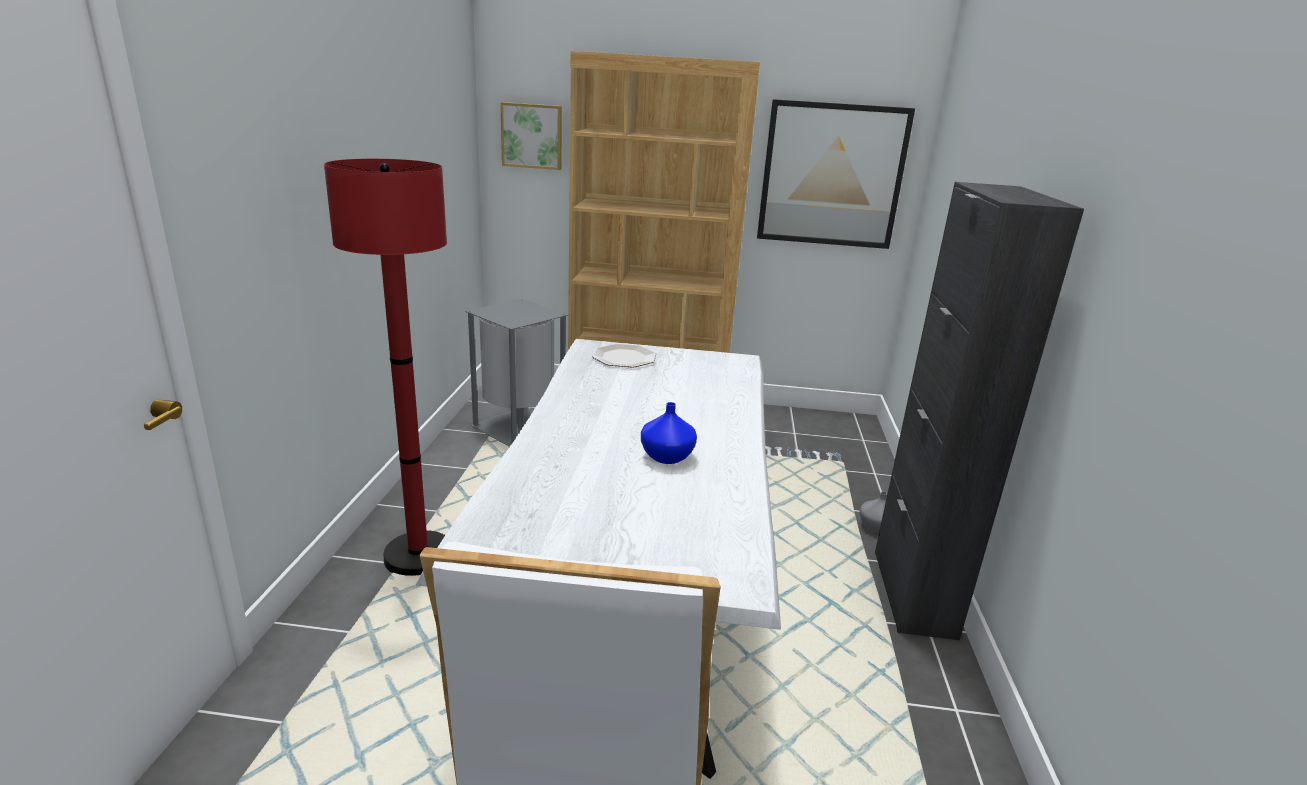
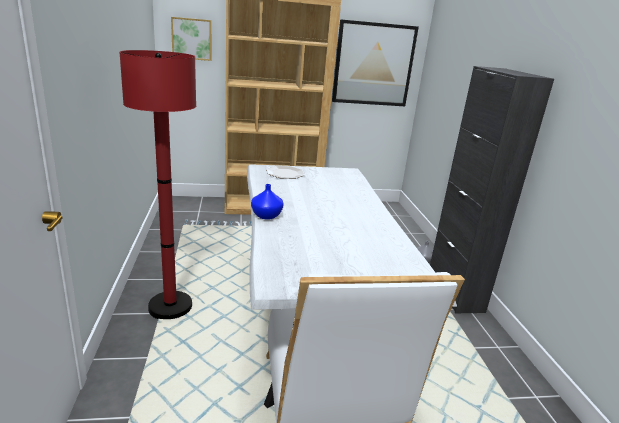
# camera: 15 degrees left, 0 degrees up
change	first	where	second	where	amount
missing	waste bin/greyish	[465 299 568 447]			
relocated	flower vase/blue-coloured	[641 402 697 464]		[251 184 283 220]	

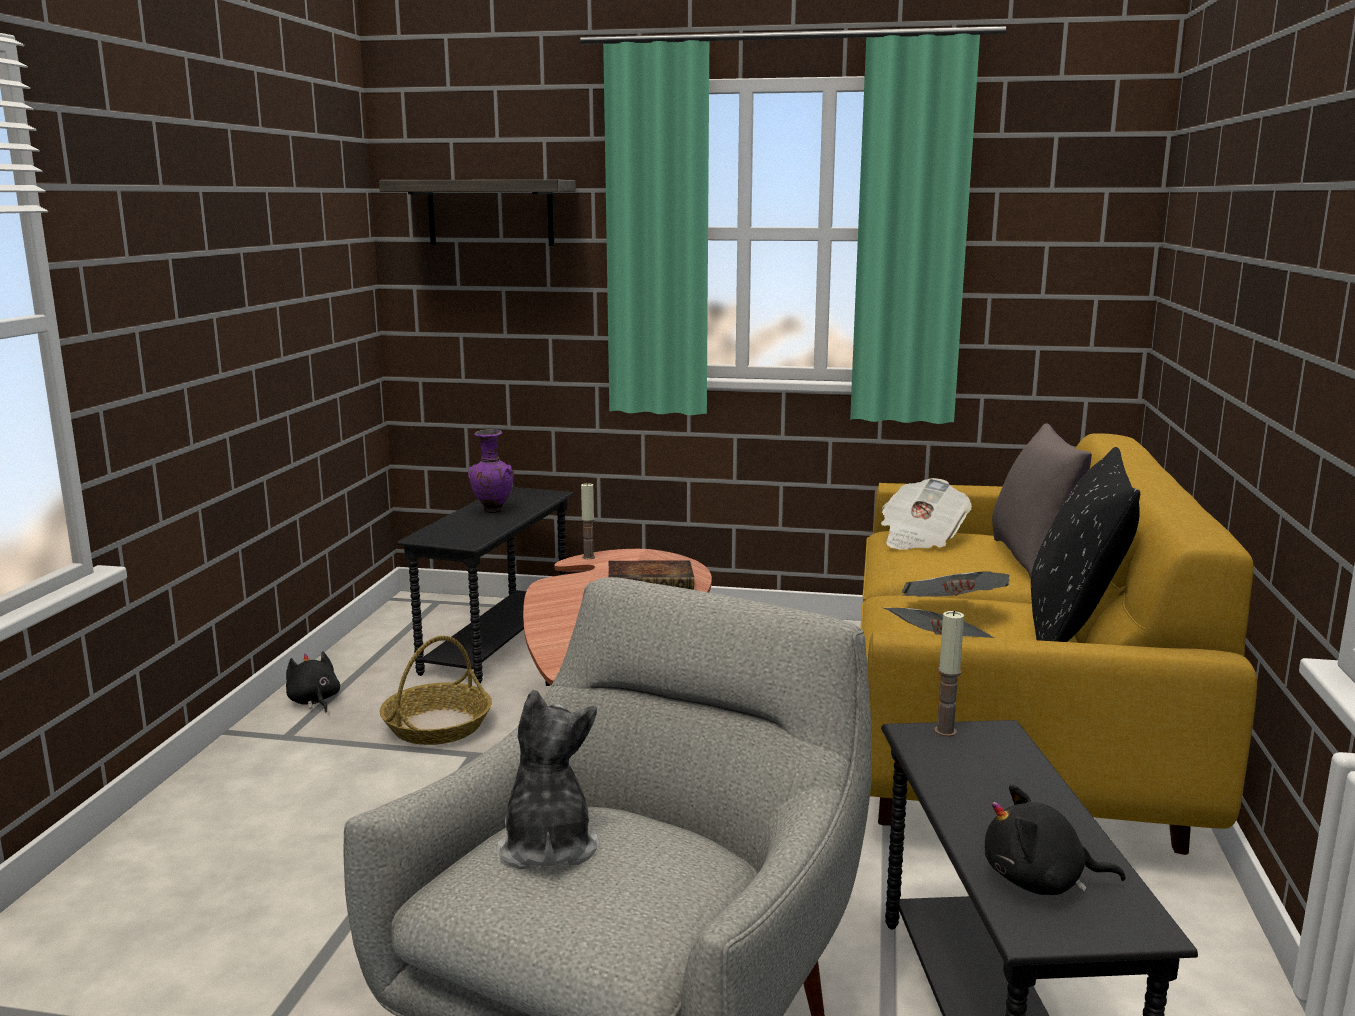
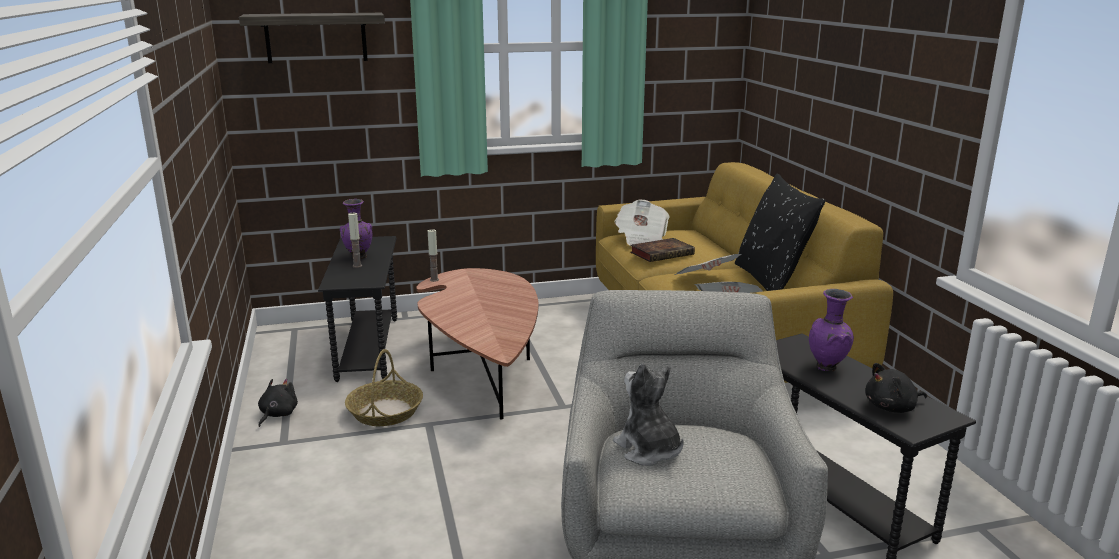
# camera: 25 degrees left, 5 degrees up
change	first	where	second	where	amount
missing	pillow/greyish	[992 423 1092 578]			
relocated	volume	[609 560 694 589]		[630 238 695 262]	
relocated	wax light	[934 611 964 737]		[348 212 362 268]	
spun	soft toy/black-coloured	[286 651 340 713]		[258 379 298 427]	75 degrees clockwise
appeared			flower vase/purple	[809 289 854 371]	

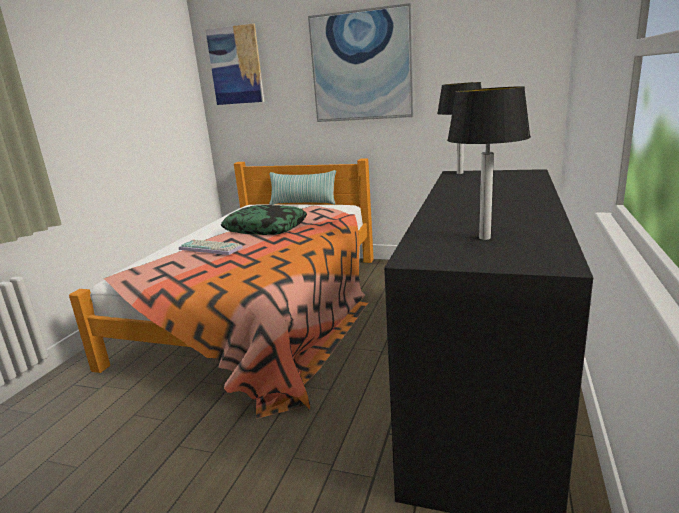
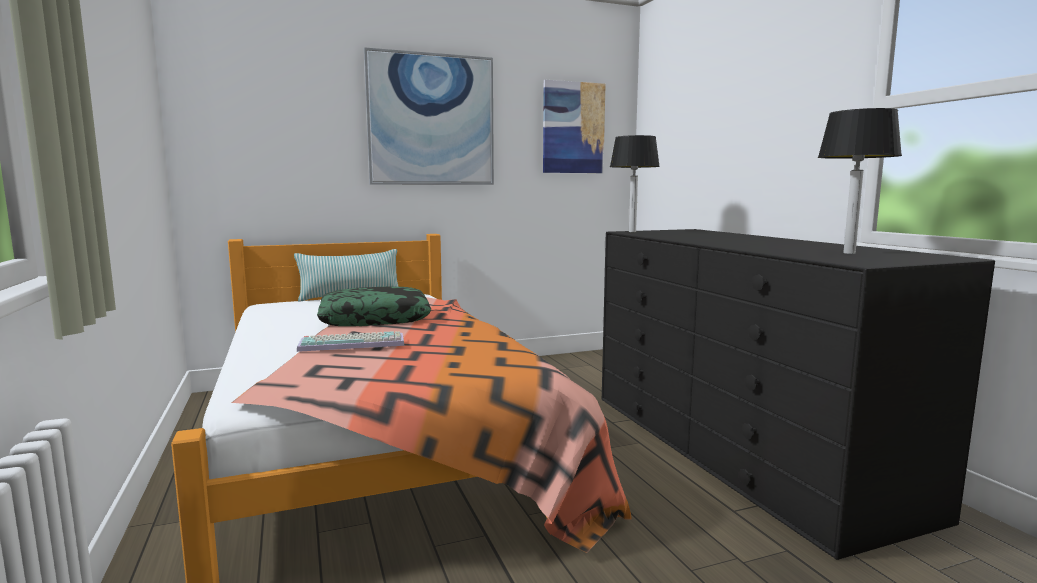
# camera: 40 degrees left, 10 degrees down
change	first	where	second	where	amount
relocated	wall art	[206 23 264 105]		[543 80 606 173]	

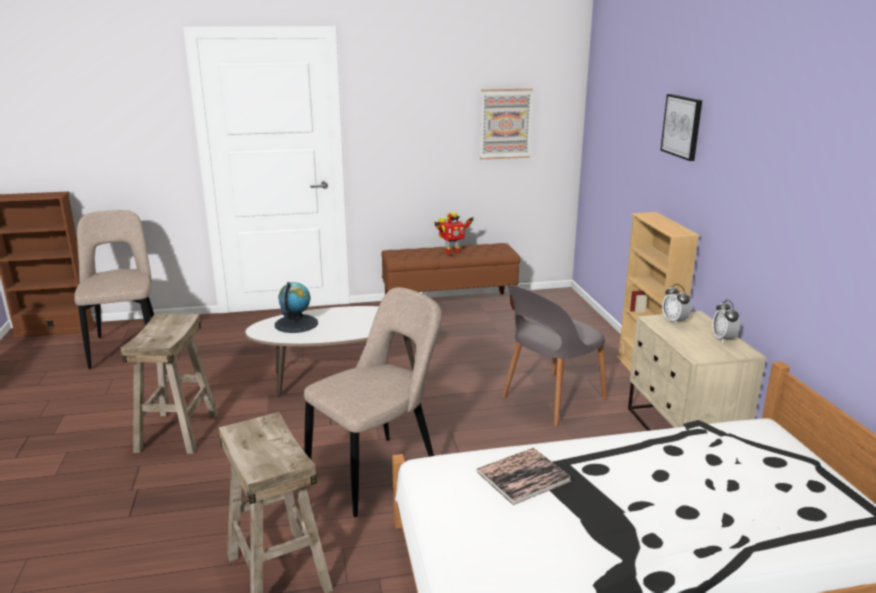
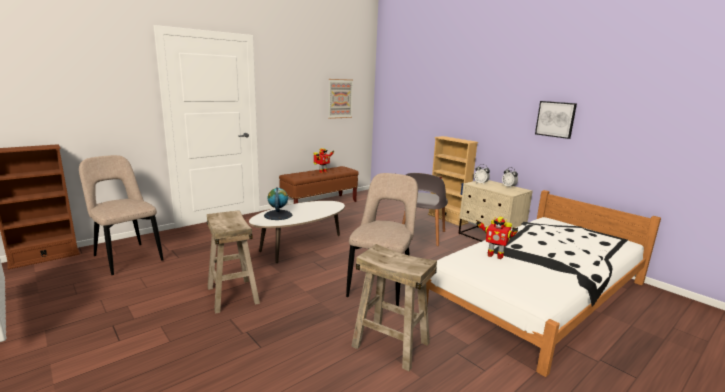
# camera: 30 degrees left, 5 degrees down
change	first	where	second	where	amount
relocated	wall art	[660 94 702 161]		[535 101 577 139]	
exchanged	volume	[477 448 571 505]	toy robot	[476 216 518 259]	

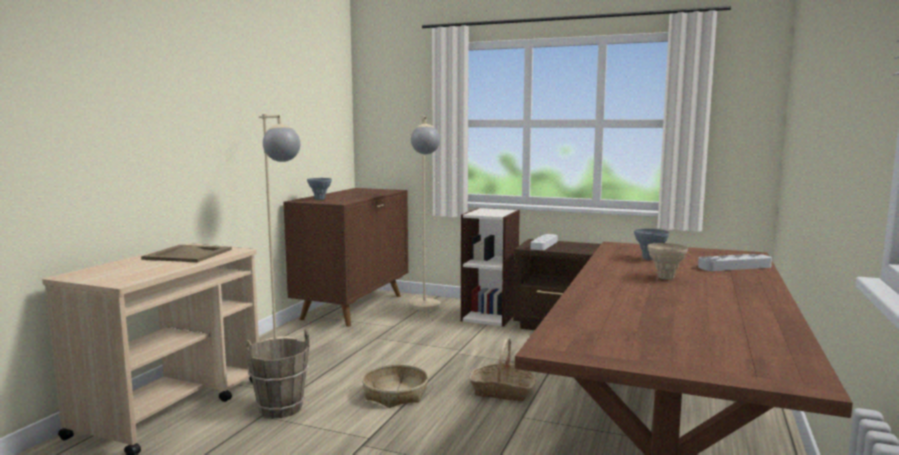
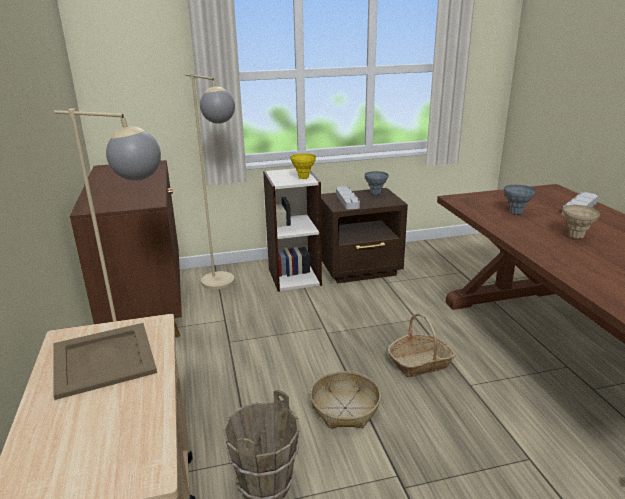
# camera: 35 degrees left, 15 degrees up
change	first	where	second	where	amount
relocated	flower vase/greyish	[307 178 332 200]		[365 171 389 195]	
appeared			flower vase/yellow-coloured	[290 153 316 179]	

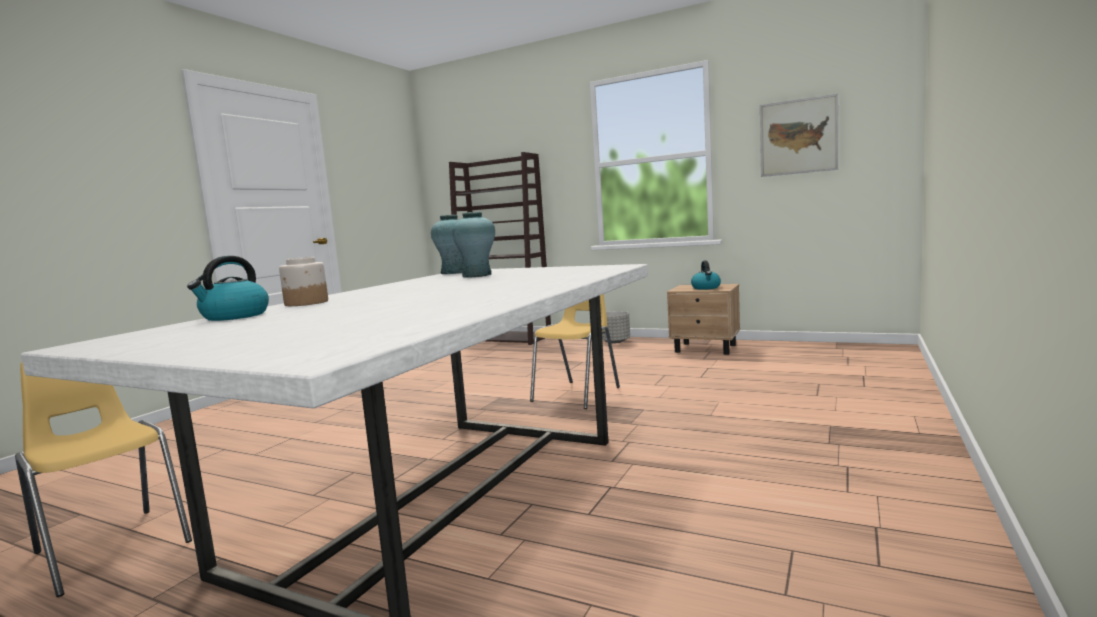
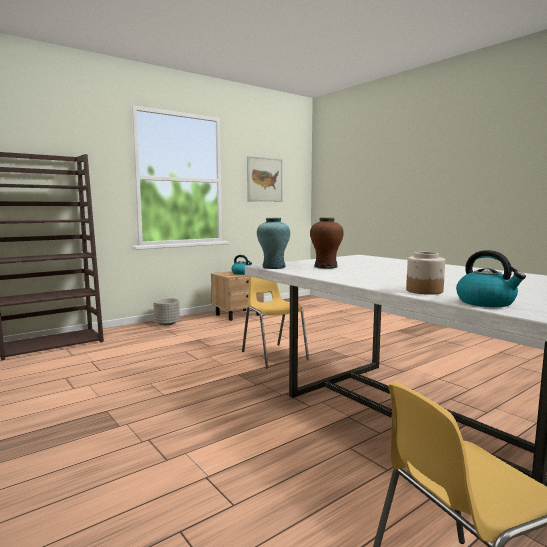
# camera: 65 degrees left, 0 degrees up
change	first	where	second	where	amount
colour	flower vase/turquoise-coloured	[452 212 495 277]	flower vase/brown-coloured	[310 218 344 269]	

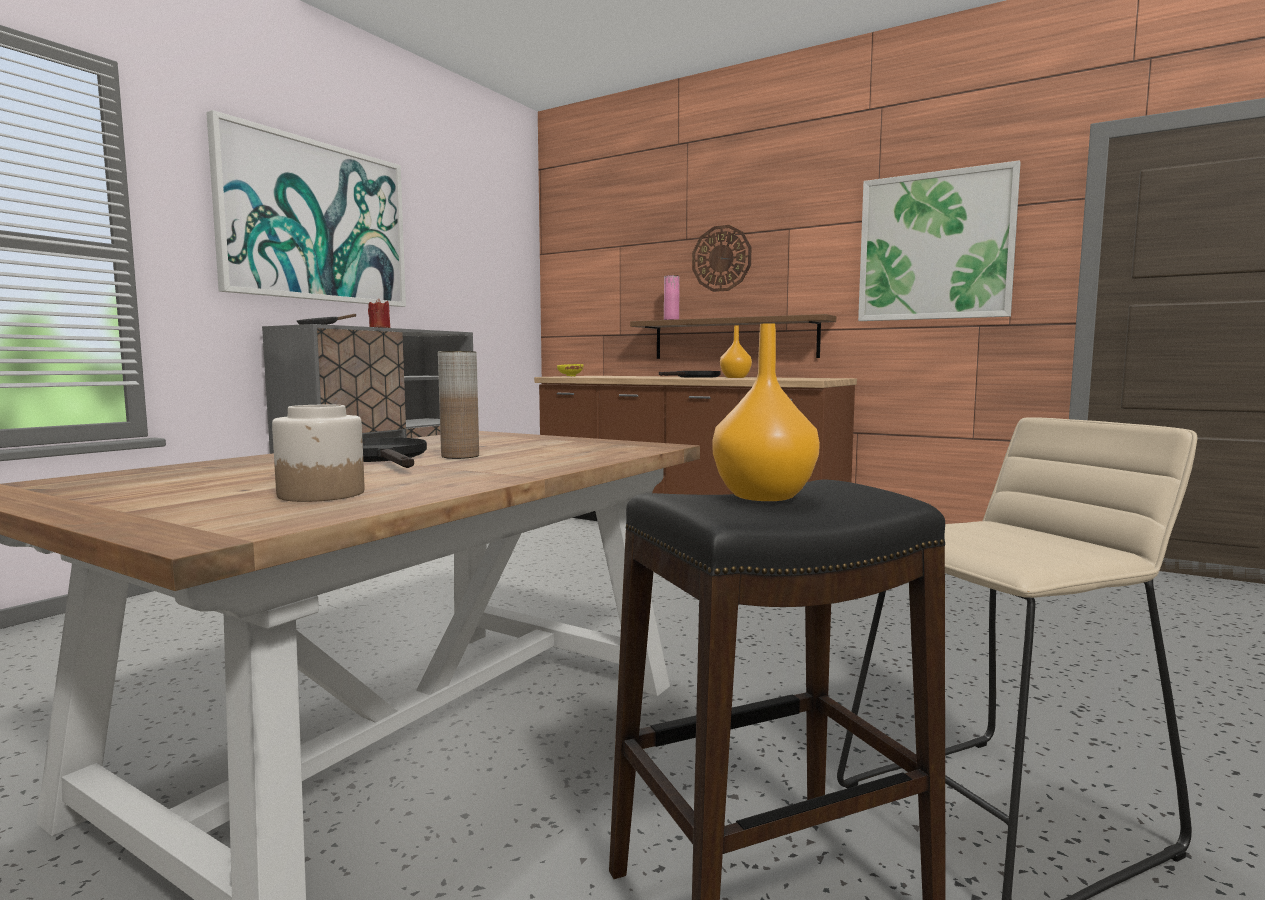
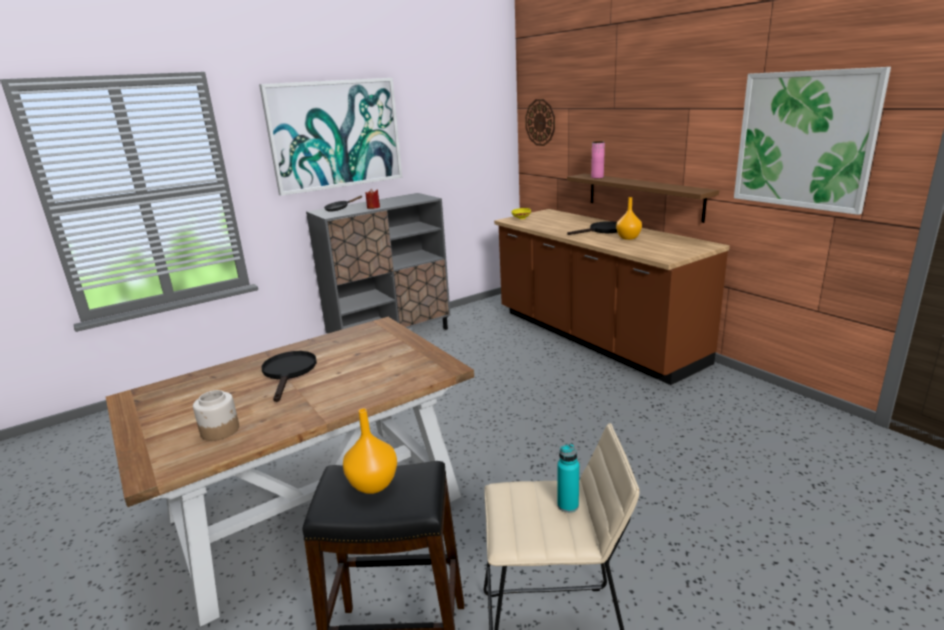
# camera: 25 degrees right, 15 degrees up
change	first	where	second	where	amount
relocated	hanging clock	[692 225 751 292]		[525 99 555 146]	
missing	flower vase/brown-coloured	[438 351 479 459]			
appeared			beverage bottle/turquoise-coloured	[557 444 579 513]	

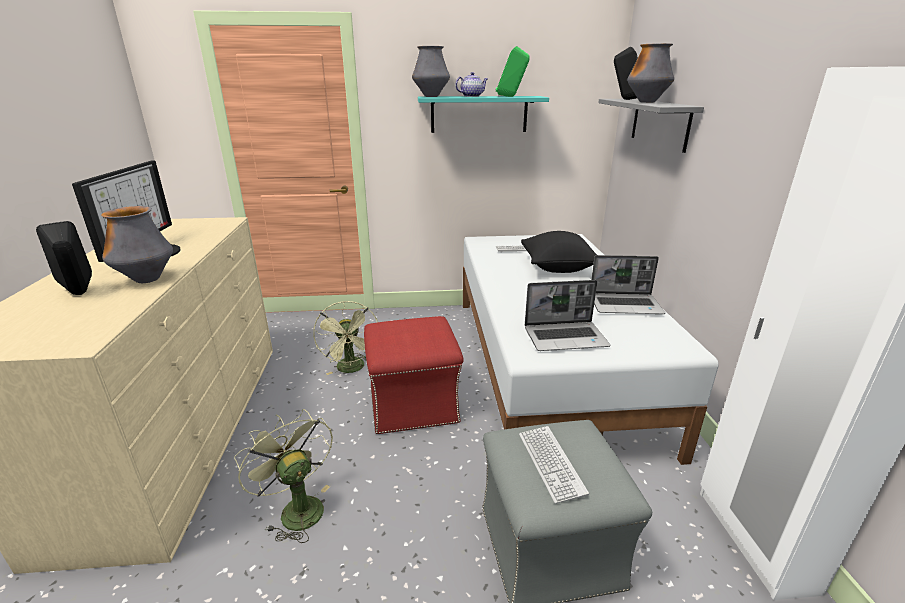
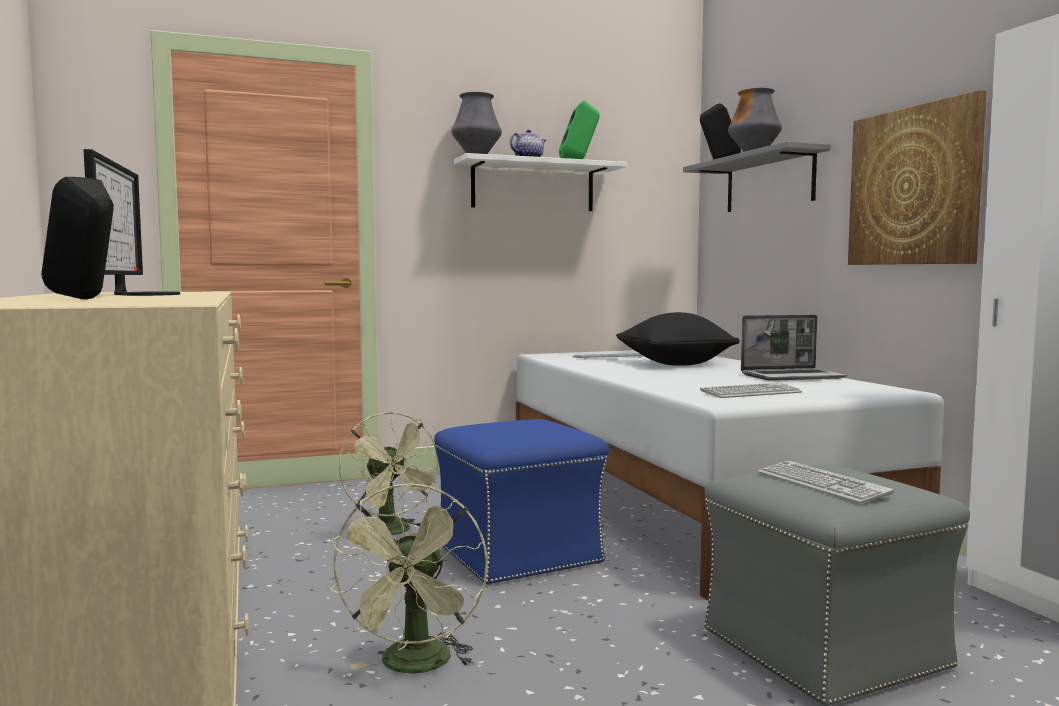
# camera: 15 degrees left, 20 degrees down
change	first	where	second	where	amount
colour	wall shelf/turquoise-coloured	[418 96 549 133]	wall shelf/whitish	[454 153 627 211]	
missing	flower vase	[101 206 173 283]			
exchanged	laptop	[525 280 610 351]	keyboard	[700 383 802 398]	
colour	pouffe/red	[364 316 464 434]	pouffe/blue-coloured	[434 419 609 585]	
spun	electric fan/green	[234 409 333 543]		[327 483 488 674]	120 degrees counterclockwise
appeared			wall art	[848 90 987 265]	

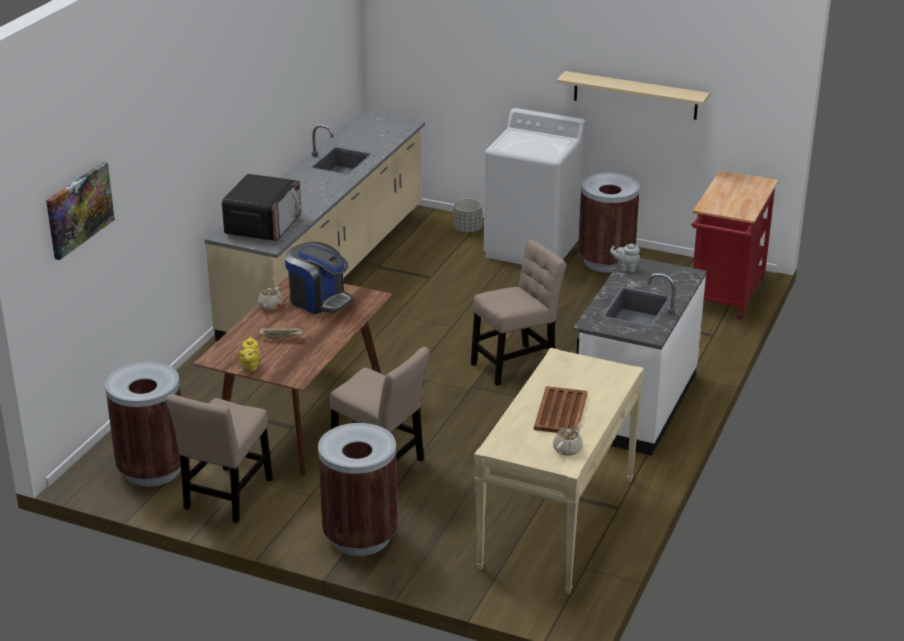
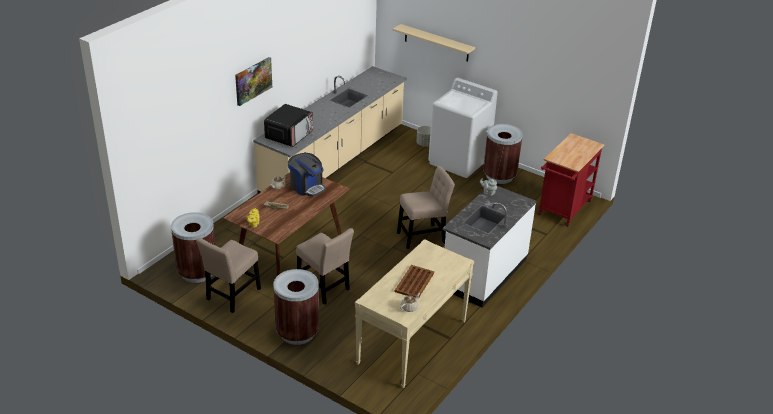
# camera: 10 degrees right, 5 degrees up
change	first	where	second	where	amount
relocated	wall shelf/beige	[557 71 710 120]		[393 24 475 62]	
relocated	wall art	[46 162 115 260]		[235 57 272 106]	

